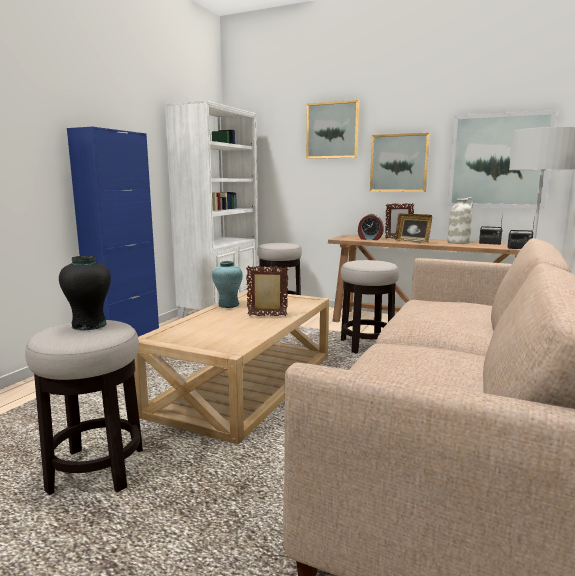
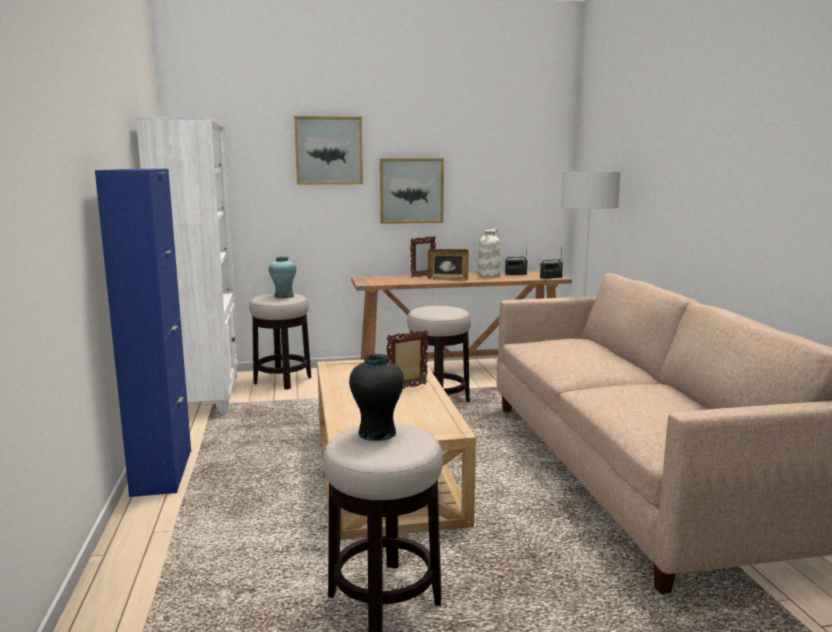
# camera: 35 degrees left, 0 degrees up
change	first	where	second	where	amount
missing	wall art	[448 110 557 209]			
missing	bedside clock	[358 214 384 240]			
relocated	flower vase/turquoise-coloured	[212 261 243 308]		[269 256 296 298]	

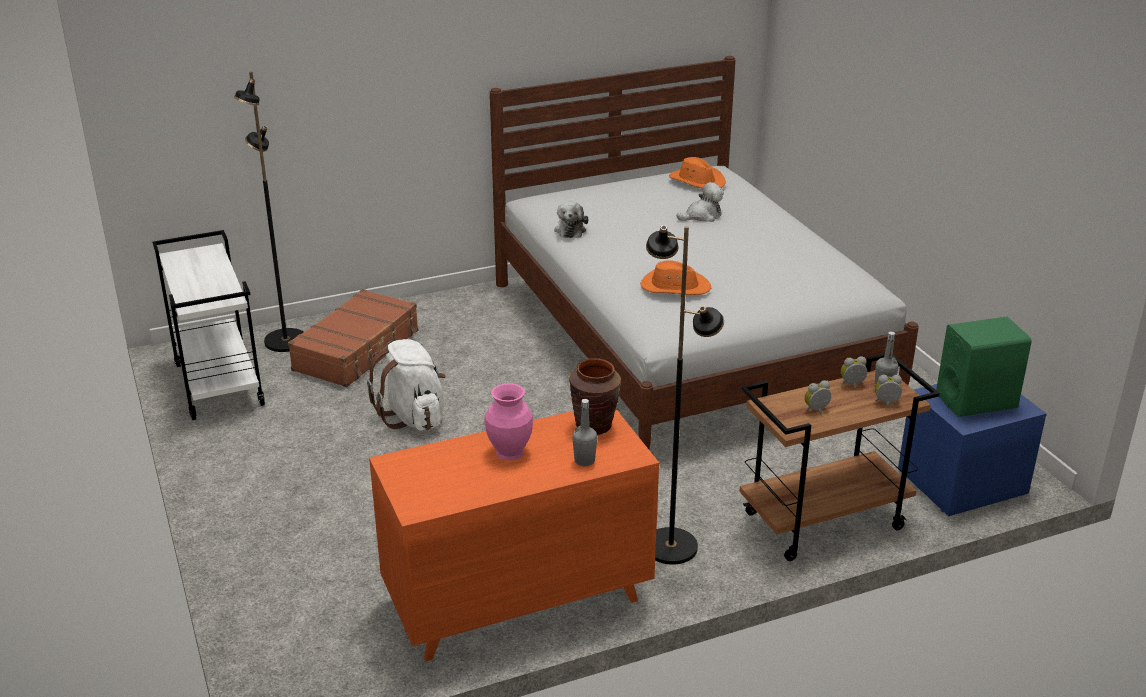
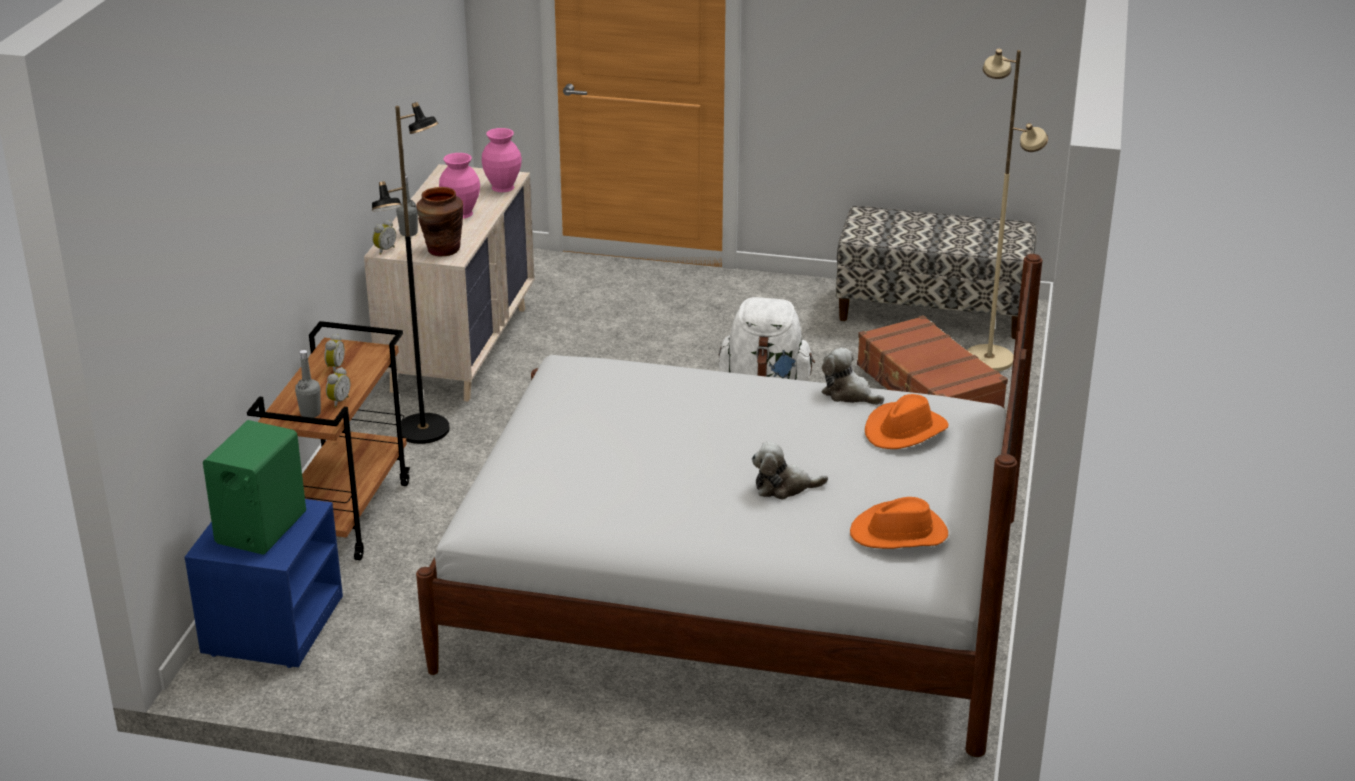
# camera: 125 degrees right, 0 degrees up
change	first	where	second	where	amount
colour	standing lamp/black-coloured	[234 72 304 352]	standing lamp/beige	[967 49 1048 371]	
spun	soft toy	[676 182 724 222]		[752 441 828 500]	75 degrees clockwise
exchanged	cart/whitish	[152 230 265 420]	bench	[836 206 1036 339]	
relocated	clothing hat/orangey	[641 260 711 295]		[865 394 949 449]	
relocated	bedside clock	[875 375 902 408]		[373 220 396 255]	
colour	dresser/orangey	[369 409 659 662]	dresser/beige	[364 164 535 402]	
appeared			flower vase/pinkish	[482 128 522 192]	

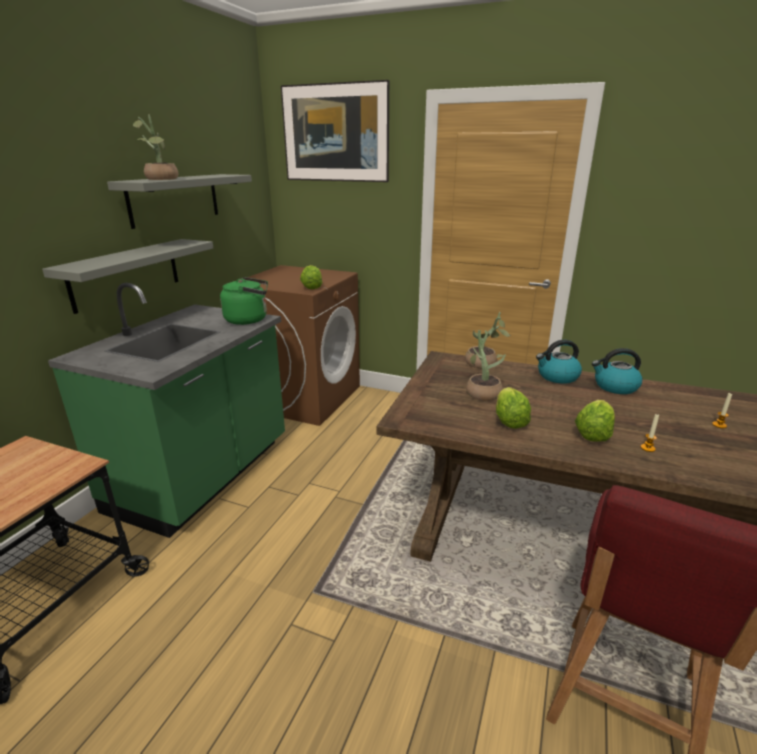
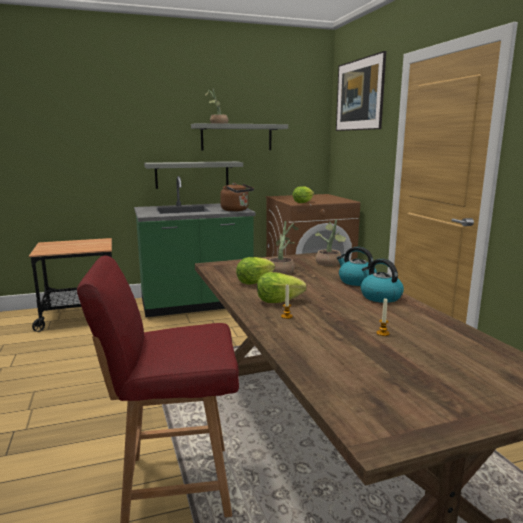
# camera: 50 degrees right, 10 degrees down
change	first	where	second	where	amount
colour	kettle/green	[220 277 268 325]	kettle/brown-coloured	[220 183 254 211]	

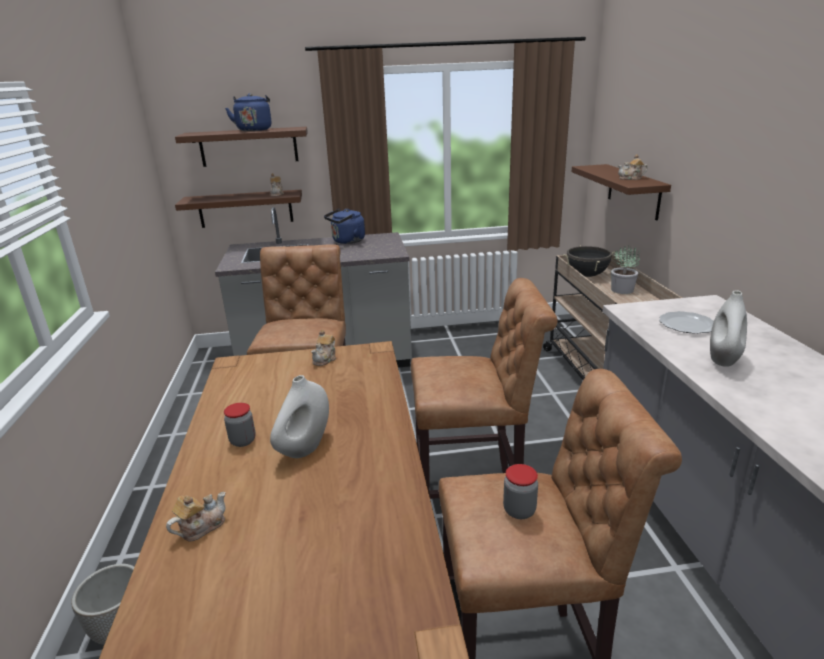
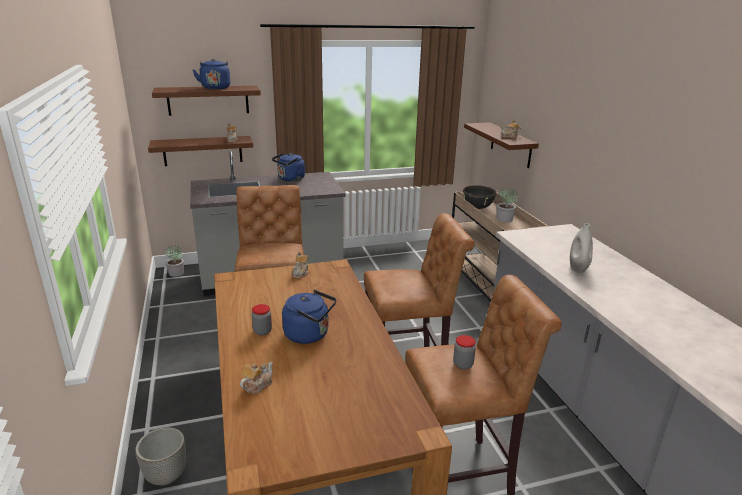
# camera: 10 degrees left, 0 degrees up
change	first	where	second	where	amount
missing	dinner plate	[659 311 714 334]			
exchanged	flower vase/whitish	[270 375 329 458]	kettle/blue-coloured	[282 290 336 344]	
appeared			potted plant	[165 244 184 277]	

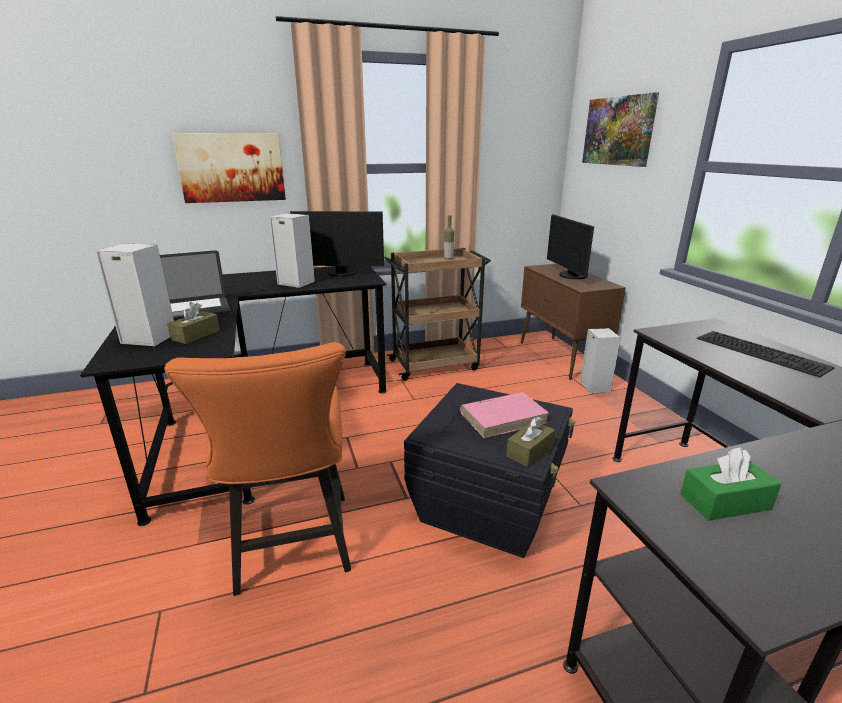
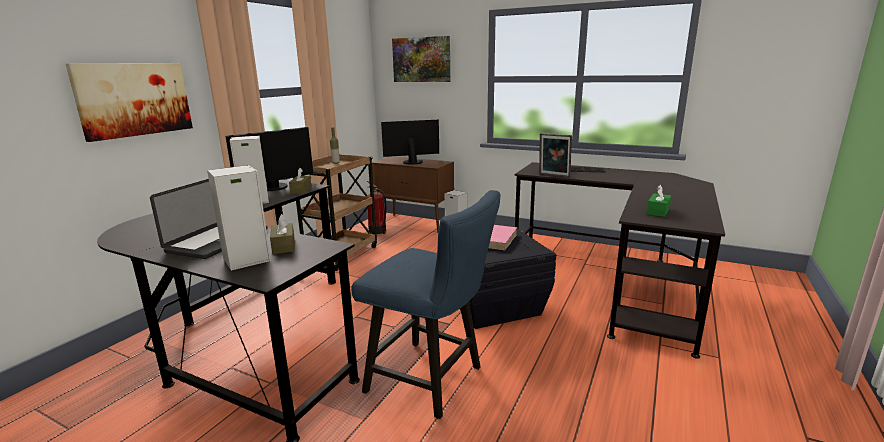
# camera: 45 degrees left, 5 degrees down
change	first	where	second	where	amount
spun	computer screen	[547 214 594 279]		[381 120 439 165]	135 degrees clockwise
colour	chair/orangey	[164 342 351 596]	chair/blue-coloured	[351 190 501 419]	
relocated	tissue holder/brown-coloured	[506 417 555 467]		[289 168 312 194]	
appeared			photo frame	[539 133 572 178]	
appeared			fire extinguisher	[367 181 386 234]	

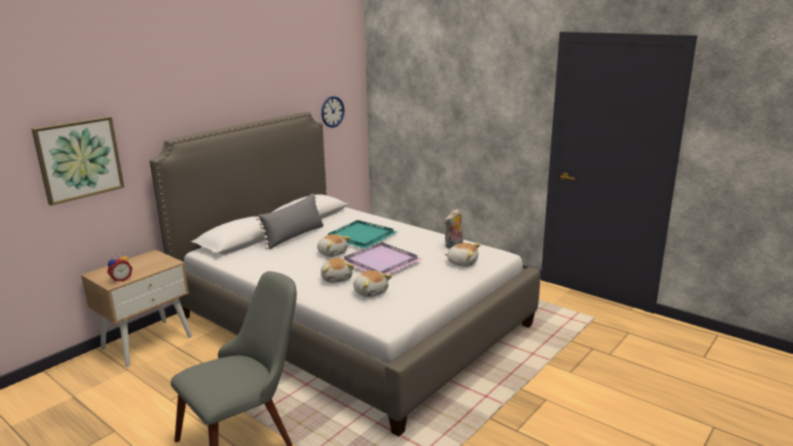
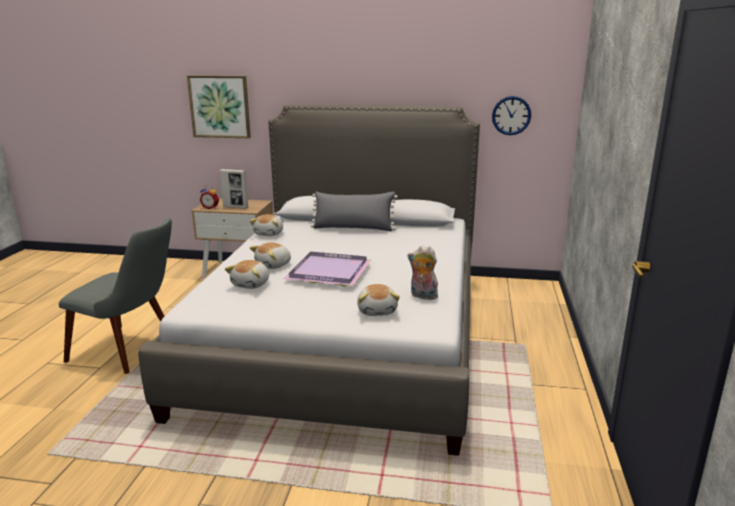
# camera: 60 degrees right, 0 degrees up
change	first	where	second	where	amount
missing	serving tray/turquoise-coloured	[328 220 397 249]			
relocated	soft toy	[317 234 350 257]		[250 214 283 236]	
appeared			photo frame	[220 169 248 209]	

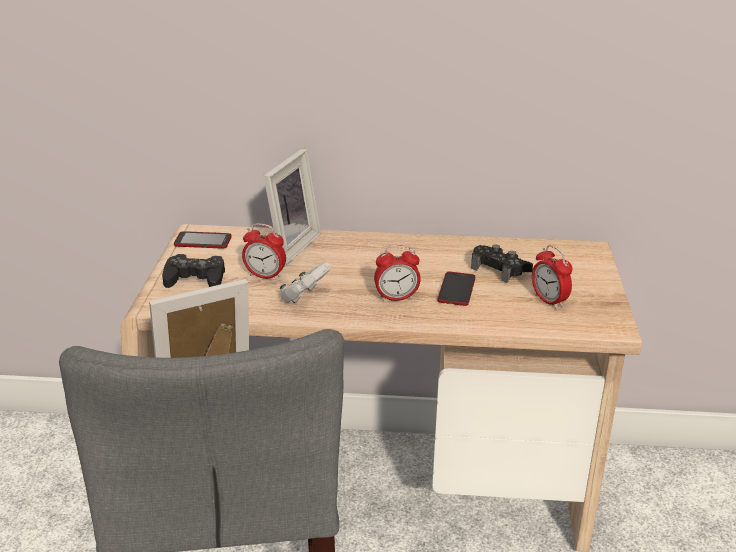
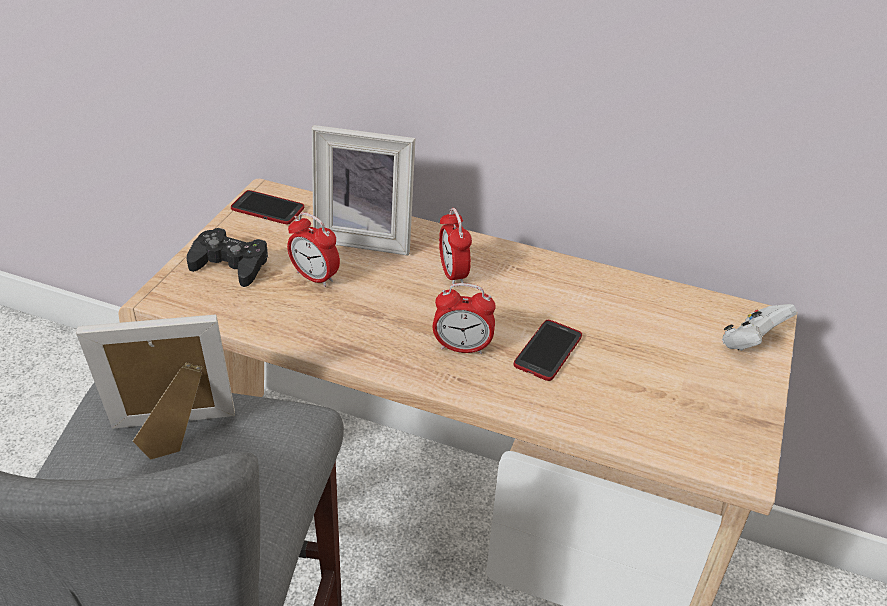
# camera: 15 degrees right, 10 degrees up
change	first	where	second	where	amount
spun	photo frame	[264 149 321 266]		[312 125 415 255]	60 degrees clockwise
missing	joypad/black-coloured	[471 245 533 283]			
relocated	bedside clock	[532 245 572 309]		[439 208 472 284]	
relocated	joypad/whitish	[280 262 331 303]		[722 304 797 351]	

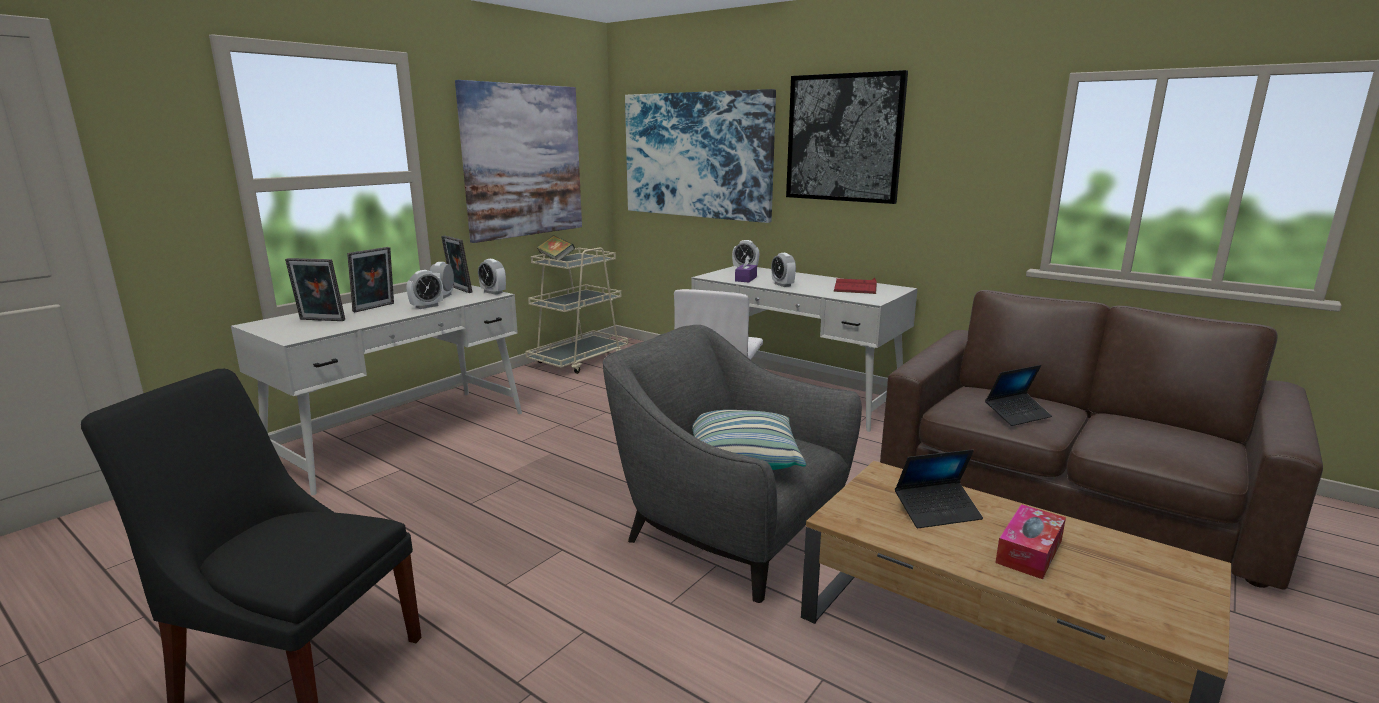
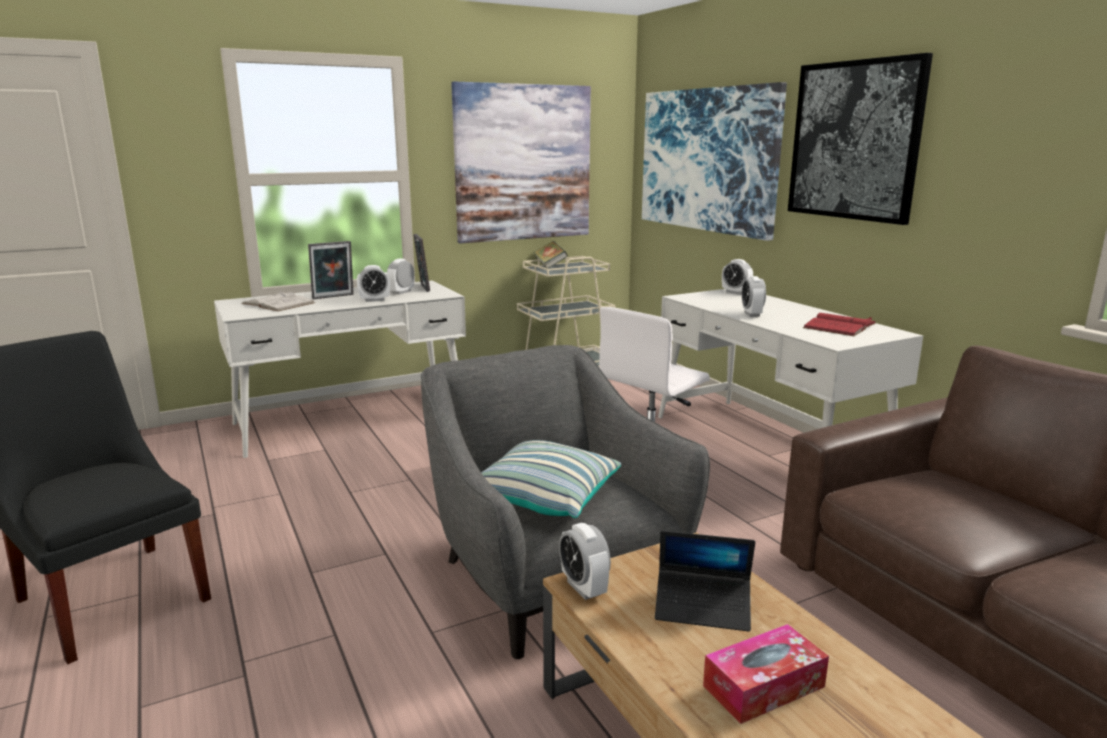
# camera: 25 degrees right, 0 degrees up
change	first	where	second	where	amount
missing	tissue holder/purple	[735 256 757 282]			
exchanged	photo frame	[285 258 345 321]	volume/whitish	[241 291 315 311]	
relocated	bedside clock	[478 259 506 295]		[559 523 611 600]	
missing	laptop	[985 365 1052 426]			

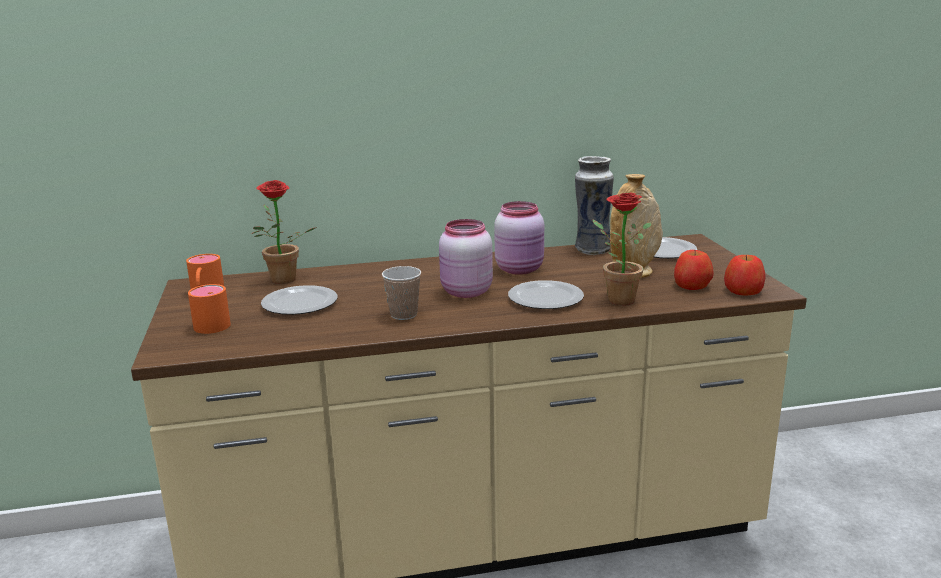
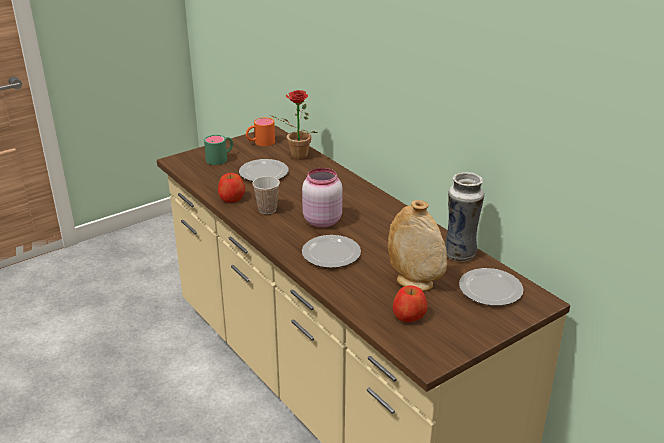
# camera: 65 degrees right, 10 degrees up
change	first	where	second	where	amount
missing	potted plant	[593 193 652 305]			
missing	preserve jar/pinkish	[494 201 544 275]			
relocated	apple	[724 255 766 295]		[218 173 245 203]	
colour	tea mug/orangey	[188 284 231 334]	tea mug/green	[204 135 233 165]	

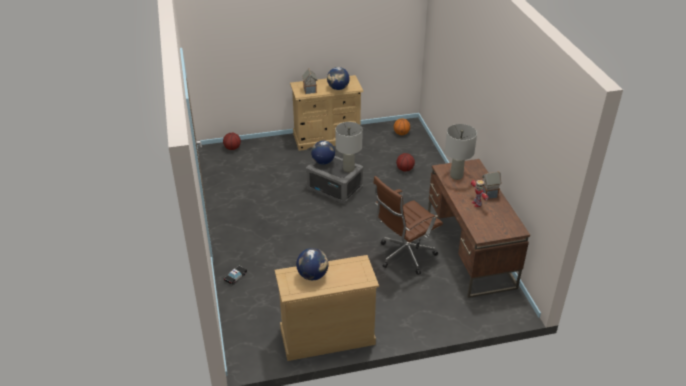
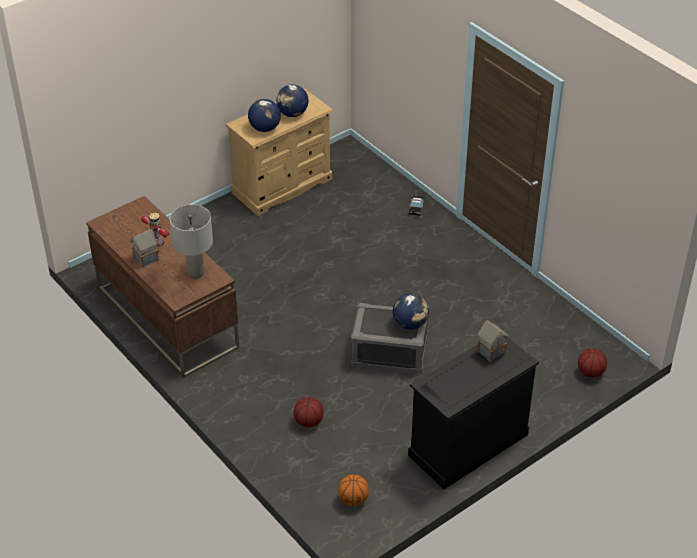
# camera: 155 degrees right, 5 degrees up
change	first	where	second	where	amount
relocated	desk globe	[327 67 350 90]		[248 99 281 132]	
colour	dresser/beige	[290 75 363 151]	dresser/black-coloured	[408 338 539 489]	
missing	lamp for a table/greyish	[335 122 363 172]			
missing	office chair/brown-coloured	[373 176 443 275]			

